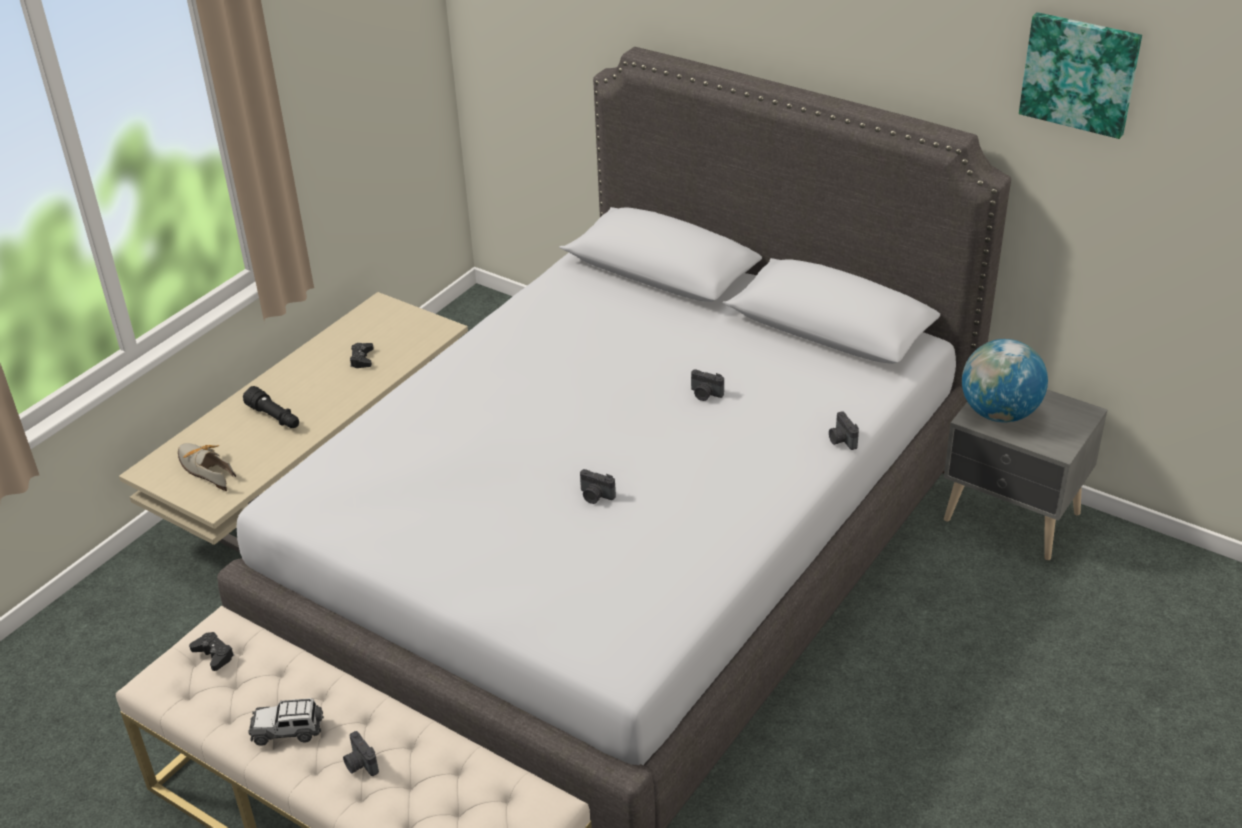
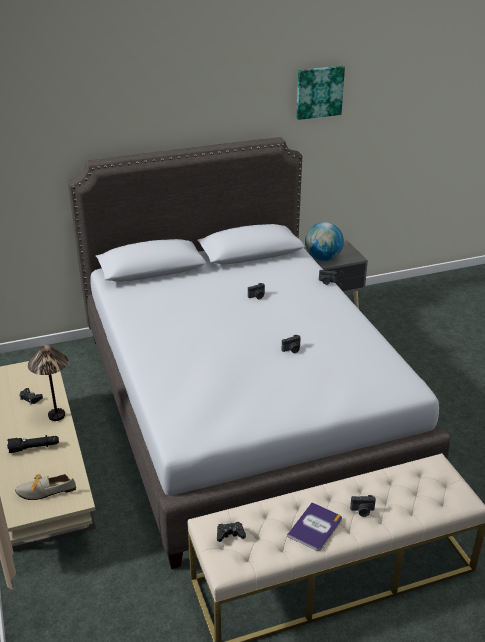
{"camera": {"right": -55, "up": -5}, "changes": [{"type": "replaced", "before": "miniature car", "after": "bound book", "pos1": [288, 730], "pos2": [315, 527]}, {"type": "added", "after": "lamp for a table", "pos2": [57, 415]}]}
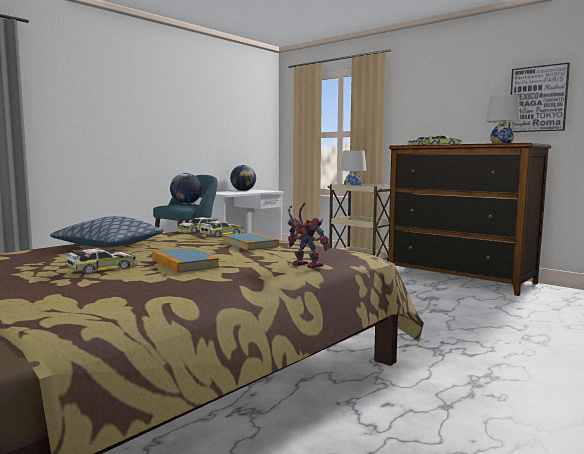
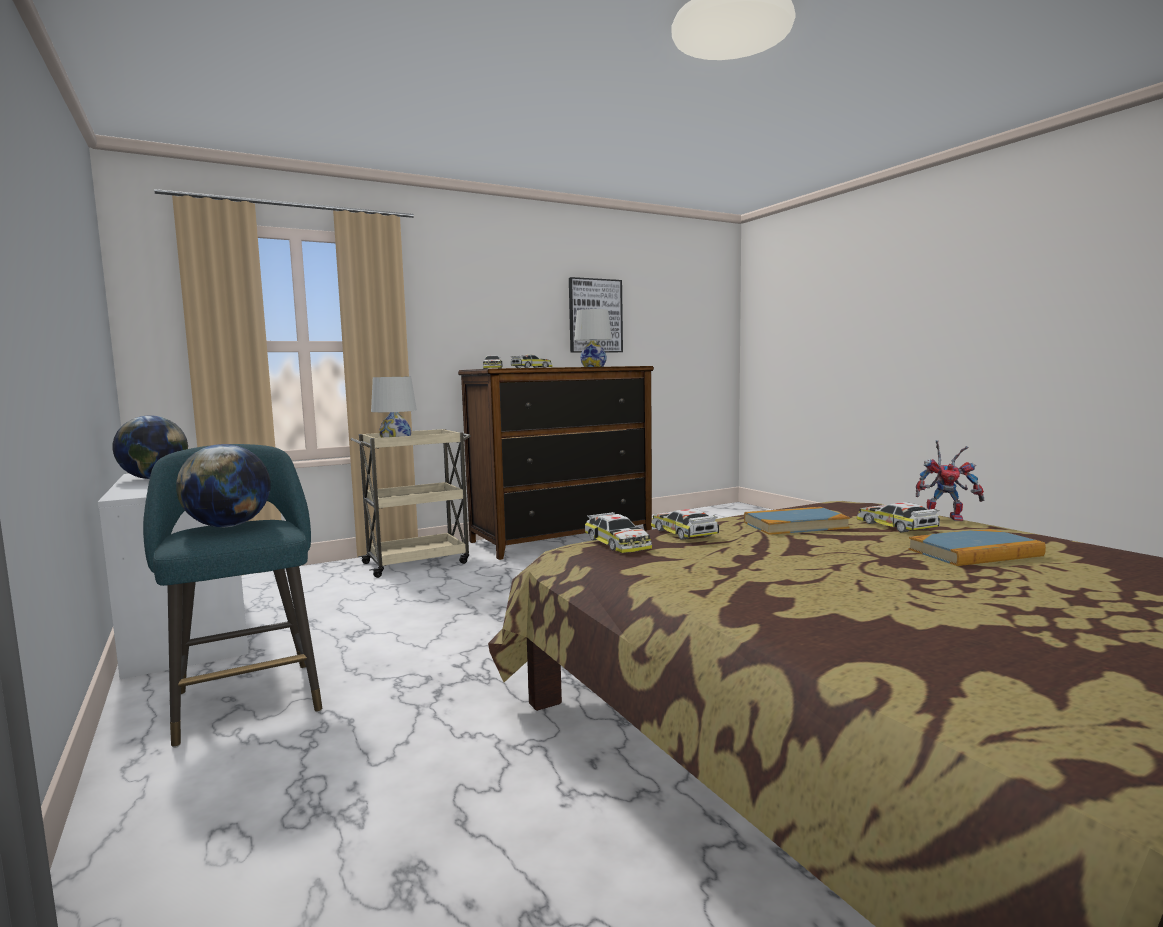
{"camera": {"right": -70, "up": 0}, "changes": [{"type": "turned", "before": "model robot", "pos1": [303, 265], "pos2": [946, 518], "turn": -135}, {"type": "removed", "before": "cushion", "pos1": [110, 245]}, {"type": "moved", "before": "miniature car", "pos1": [103, 269], "pos2": [895, 526]}]}
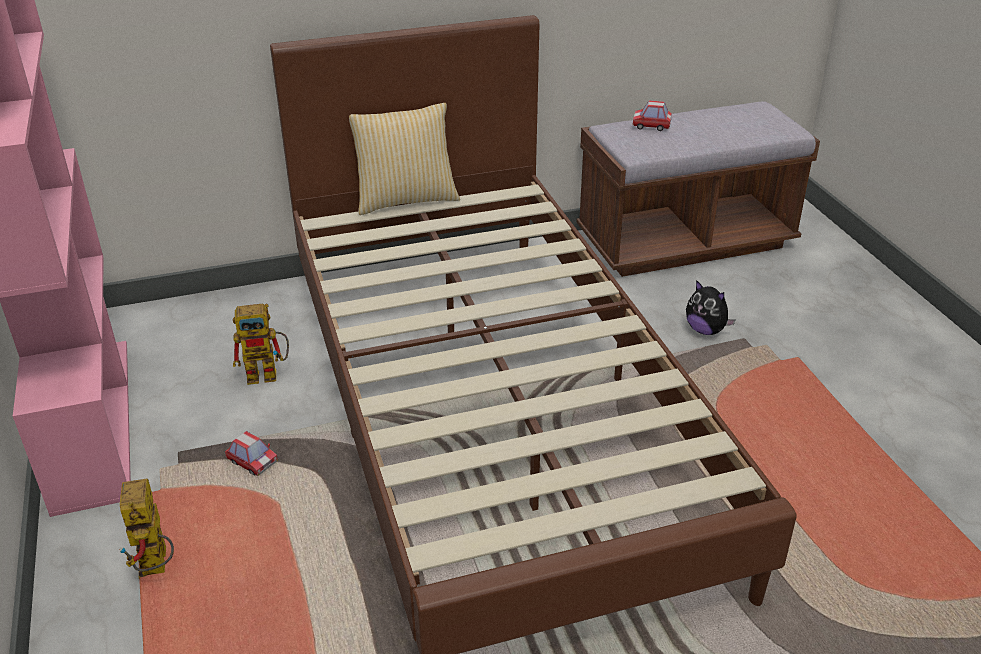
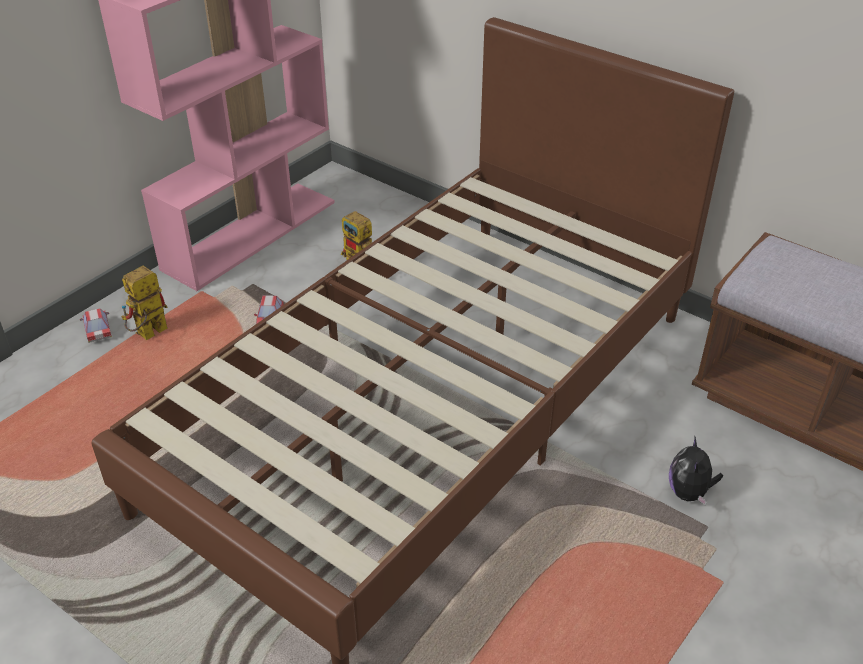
{"camera": {"right": 55, "up": 5}, "changes": [{"type": "moved", "before": "miniature car", "pos1": [651, 126], "pos2": [98, 331]}, {"type": "removed", "before": "cushion", "pos1": [405, 199]}]}
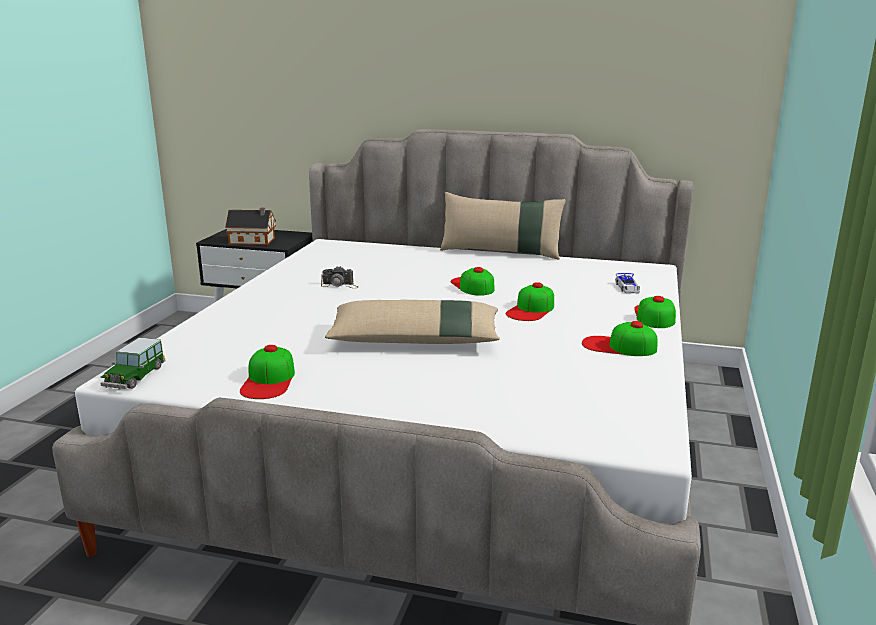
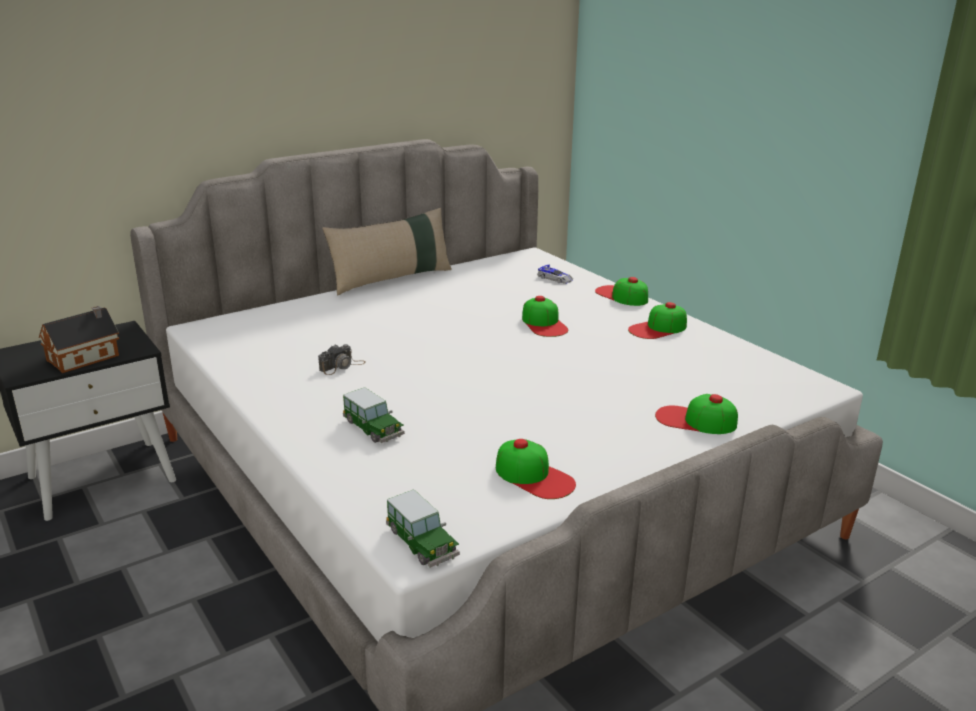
{"camera": {"right": -50, "up": 5}, "changes": [{"type": "moved", "before": "peaked cap", "pos1": [472, 286], "pos2": [695, 420]}, {"type": "removed", "before": "beige cushion", "pos1": [415, 339]}, {"type": "added", "after": "miniature car", "pos2": [373, 428]}]}
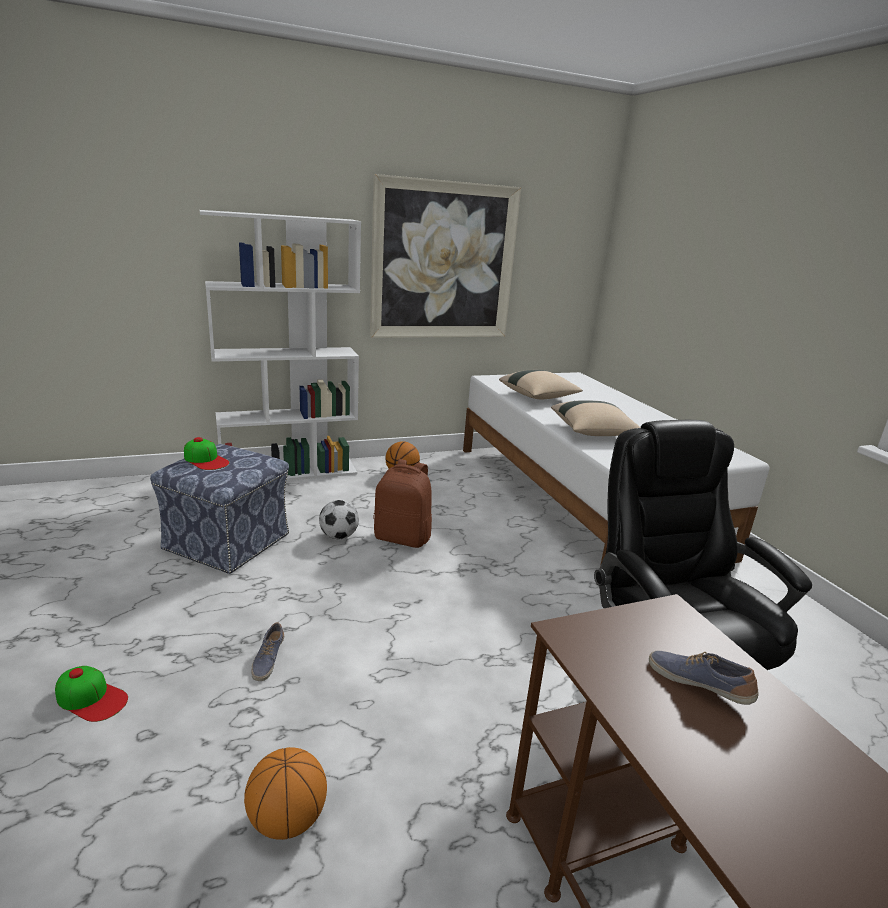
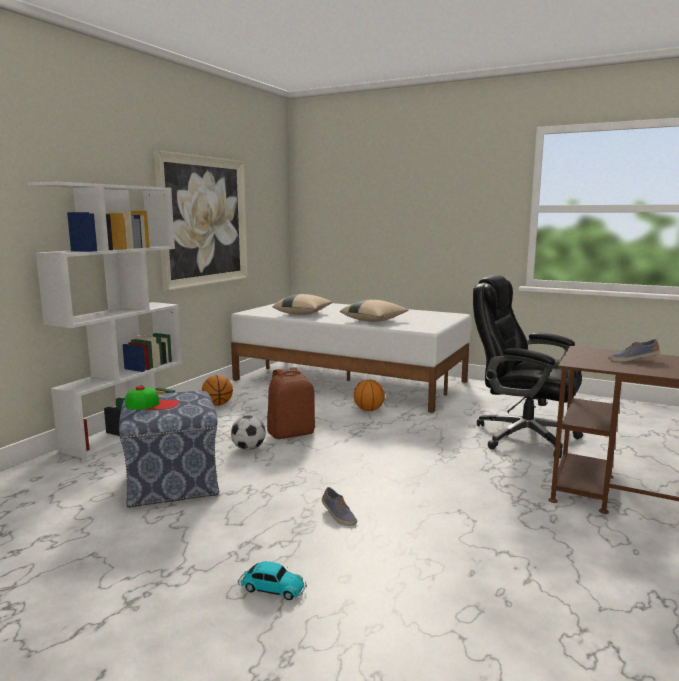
{"camera": {"right": -40, "up": -10}, "changes": [{"type": "replaced", "before": "peaked cap", "after": "miniature car", "pos1": [91, 698], "pos2": [271, 588]}, {"type": "moved", "before": "ball for basketball", "pos1": [287, 819], "pos2": [369, 410]}]}
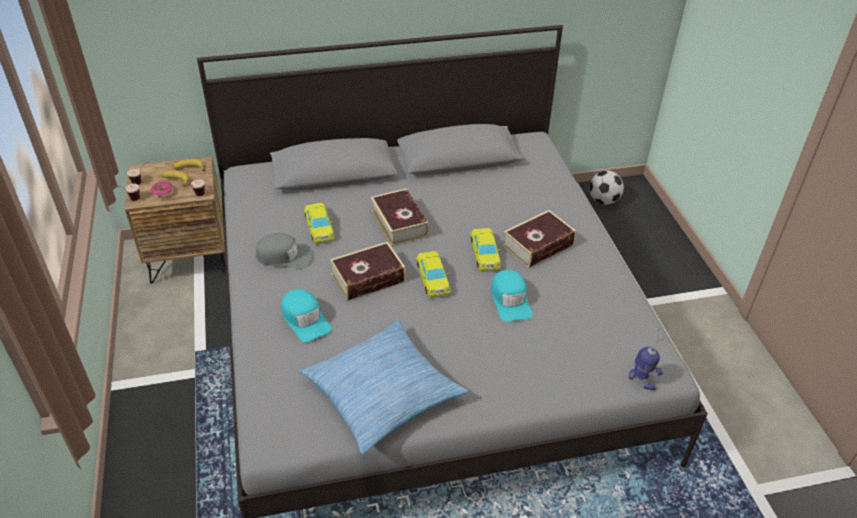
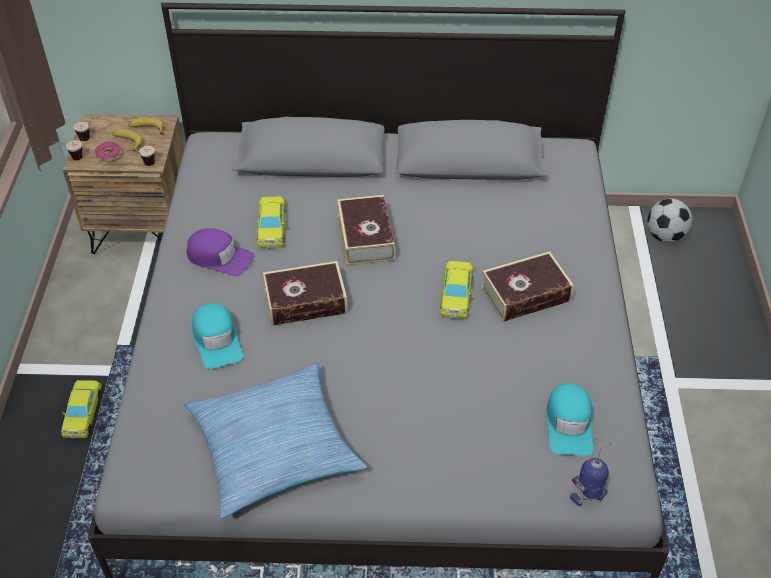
{"camera": {"right": 15, "up": 5}, "changes": [{"type": "recoloured", "before": "gray peaked cap", "after": "purple peaked cap", "pos1": [284, 256], "pos2": [219, 257]}, {"type": "moved", "before": "yellow-coloured miniature car", "pos1": [433, 278], "pos2": [82, 412]}, {"type": "moved", "before": "blue-green peaked cap", "pos1": [510, 300], "pos2": [569, 424]}, {"type": "turned", "before": "model robot", "pos1": [641, 381], "pos2": [589, 496], "turn": -75}]}
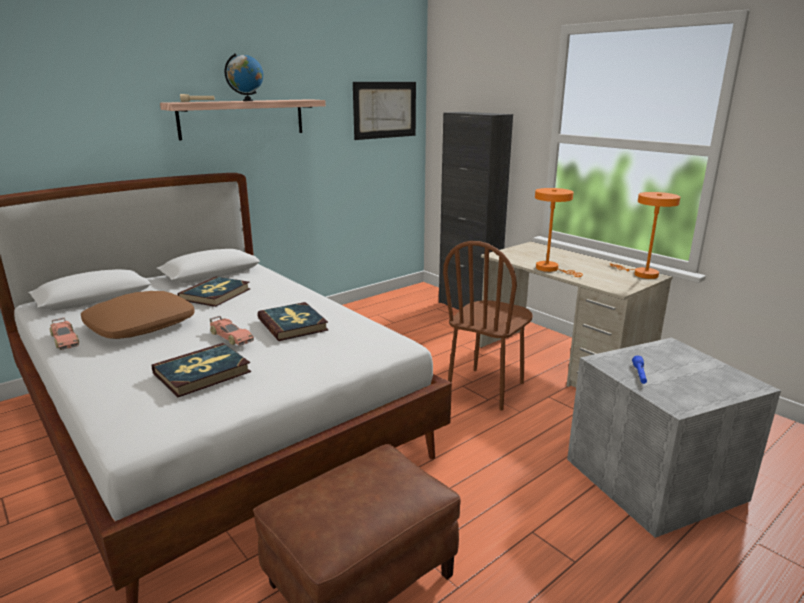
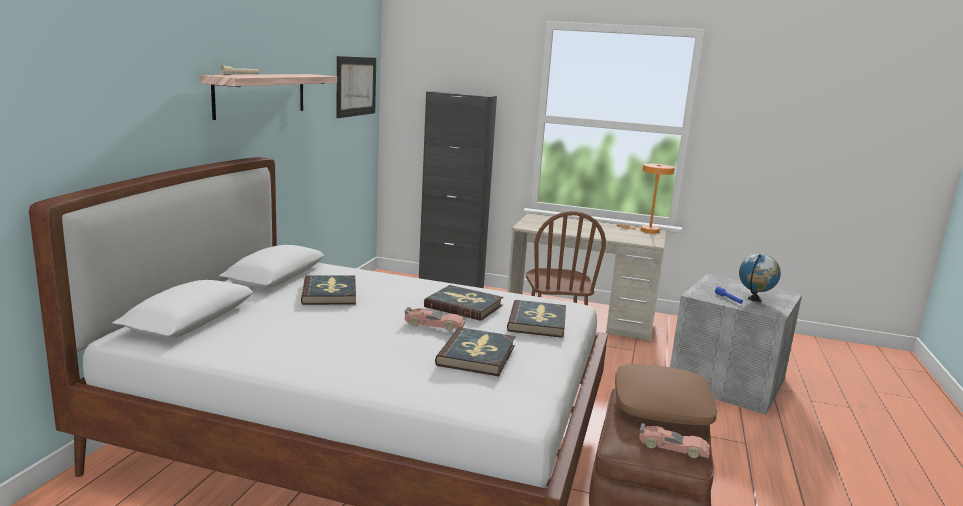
{"camera": {"right": -35, "up": -5}, "changes": [{"type": "moved", "before": "desk globe", "pos1": [247, 101], "pos2": [754, 299]}, {"type": "removed", "before": "orangey lamp for a table", "pos1": [550, 269]}, {"type": "moved", "before": "brownish cushion", "pos1": [141, 325], "pos2": [660, 406]}, {"type": "moved", "before": "miniature car", "pos1": [65, 340], "pos2": [672, 448]}, {"type": "added", "after": "bound book", "pos2": [537, 322]}]}
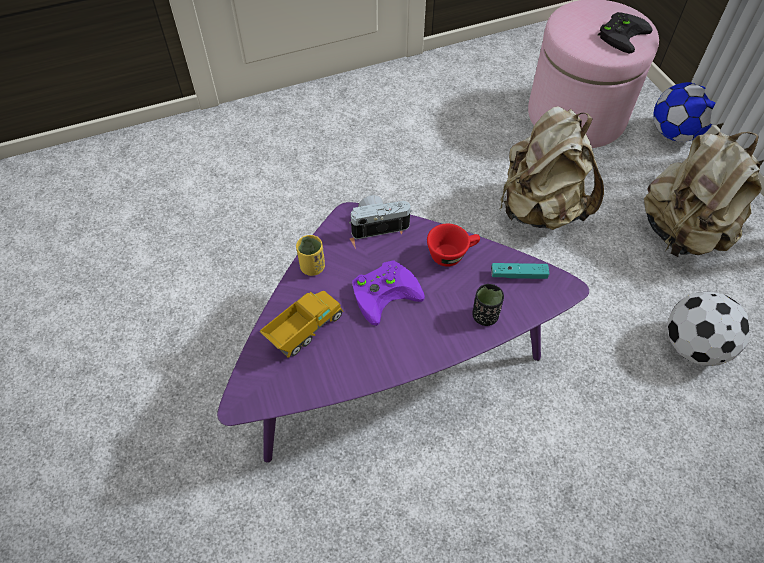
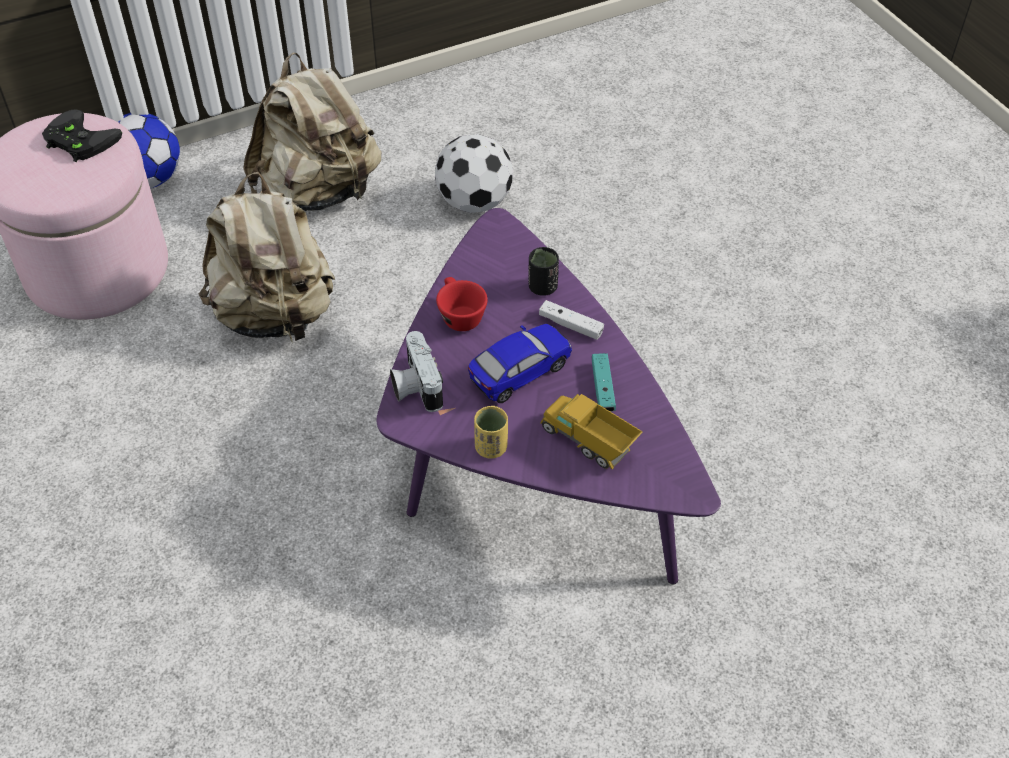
{"camera": {"right": -95, "up": -5}, "changes": [{"type": "replaced", "before": "purple gamepad", "after": "miniature car", "pos1": [386, 291], "pos2": [520, 373]}, {"type": "moved", "before": "blue-green gamepad", "pos1": [518, 275], "pos2": [602, 388]}, {"type": "added", "after": "white gamepad", "pos2": [570, 325]}]}
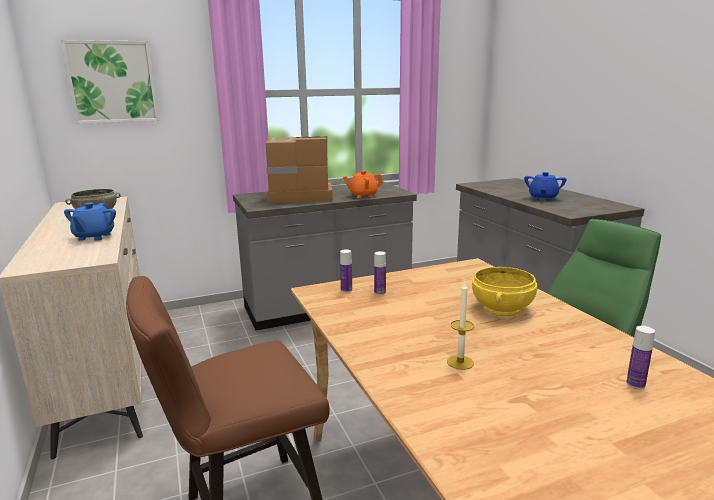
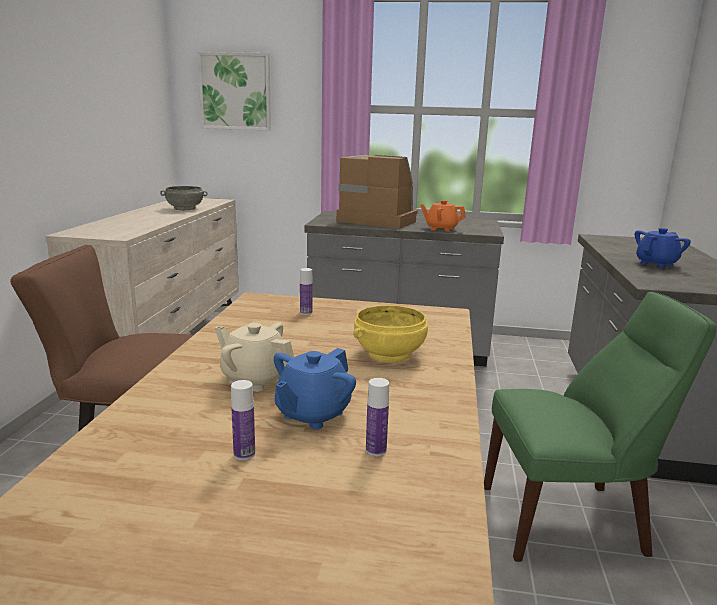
{"camera": {"right": 30, "up": 0}, "changes": [{"type": "moved", "before": "blue pot for tea", "pos1": [94, 237], "pos2": [312, 414]}, {"type": "moved", "before": "bottle", "pos1": [346, 290], "pos2": [244, 454]}, {"type": "replaced", "before": "candle", "after": "beige pot for tea", "pos1": [460, 362], "pos2": [255, 379]}]}
